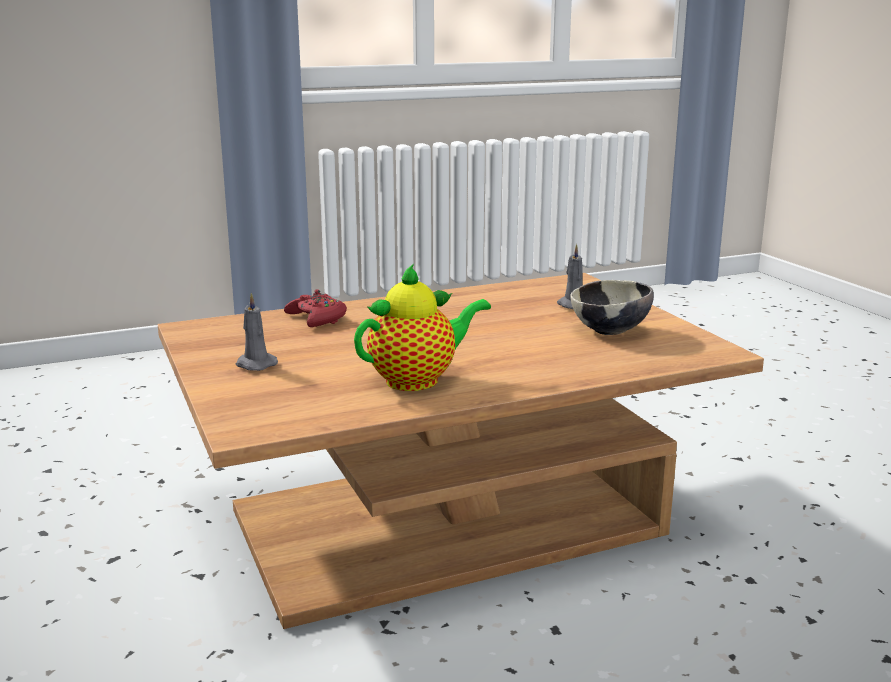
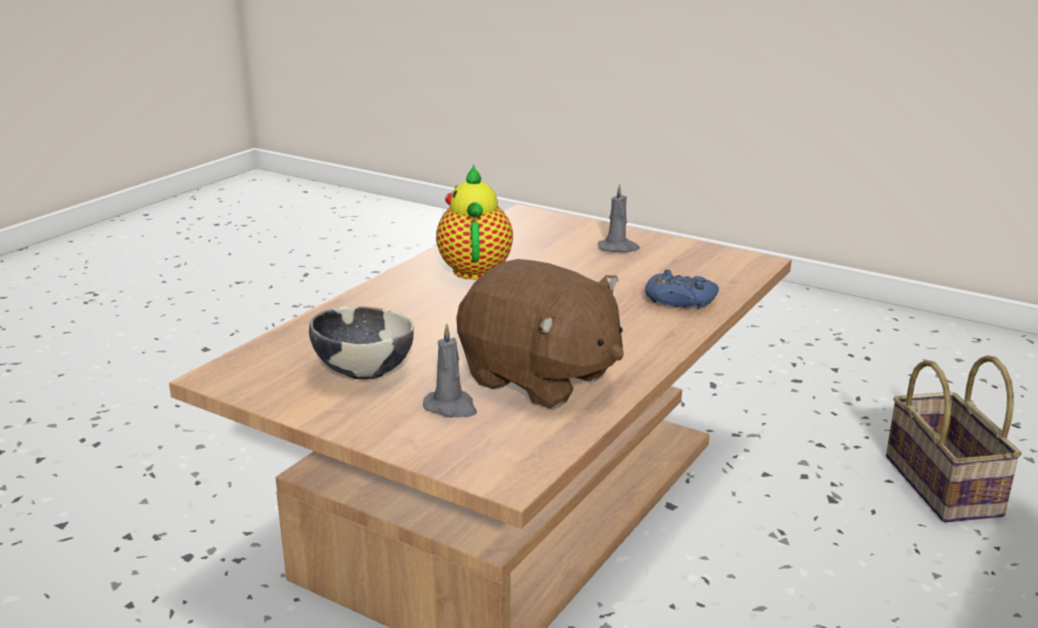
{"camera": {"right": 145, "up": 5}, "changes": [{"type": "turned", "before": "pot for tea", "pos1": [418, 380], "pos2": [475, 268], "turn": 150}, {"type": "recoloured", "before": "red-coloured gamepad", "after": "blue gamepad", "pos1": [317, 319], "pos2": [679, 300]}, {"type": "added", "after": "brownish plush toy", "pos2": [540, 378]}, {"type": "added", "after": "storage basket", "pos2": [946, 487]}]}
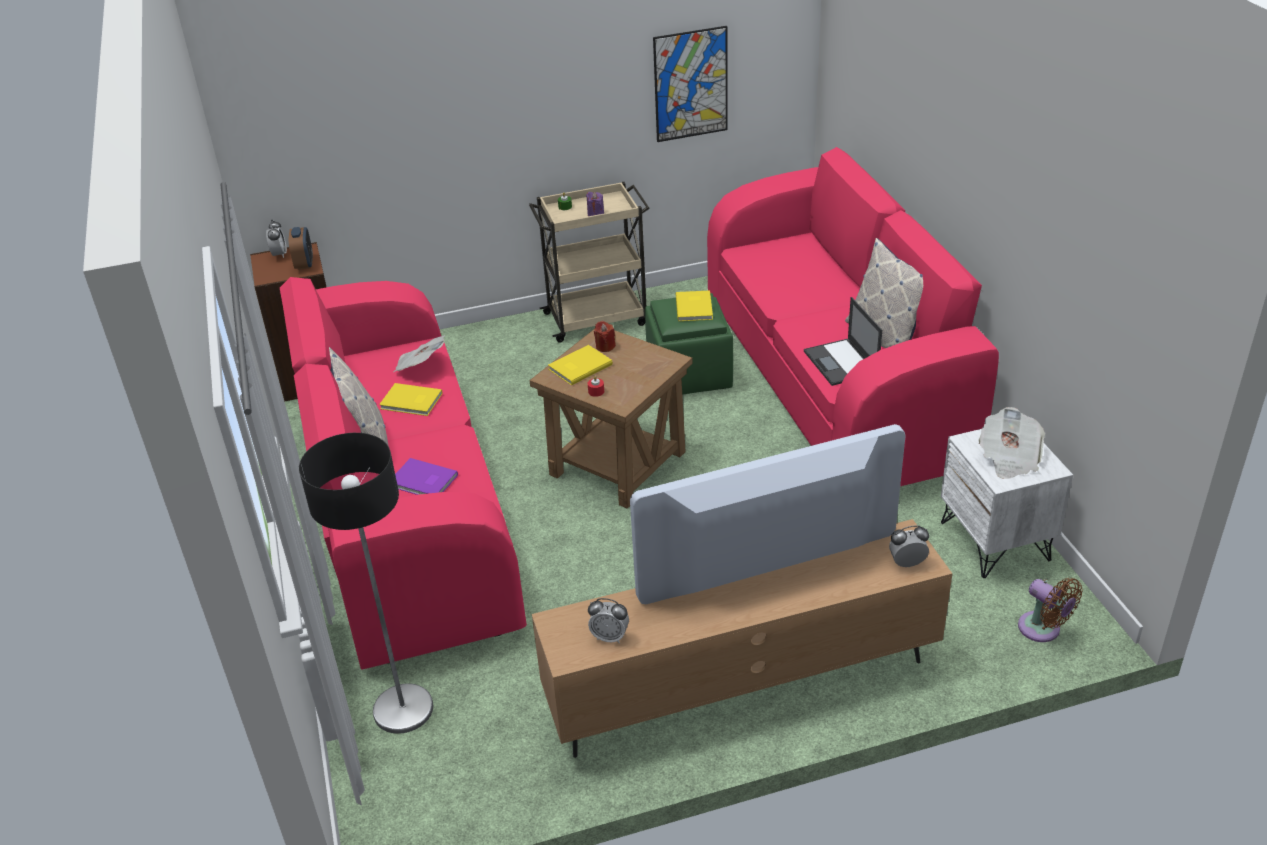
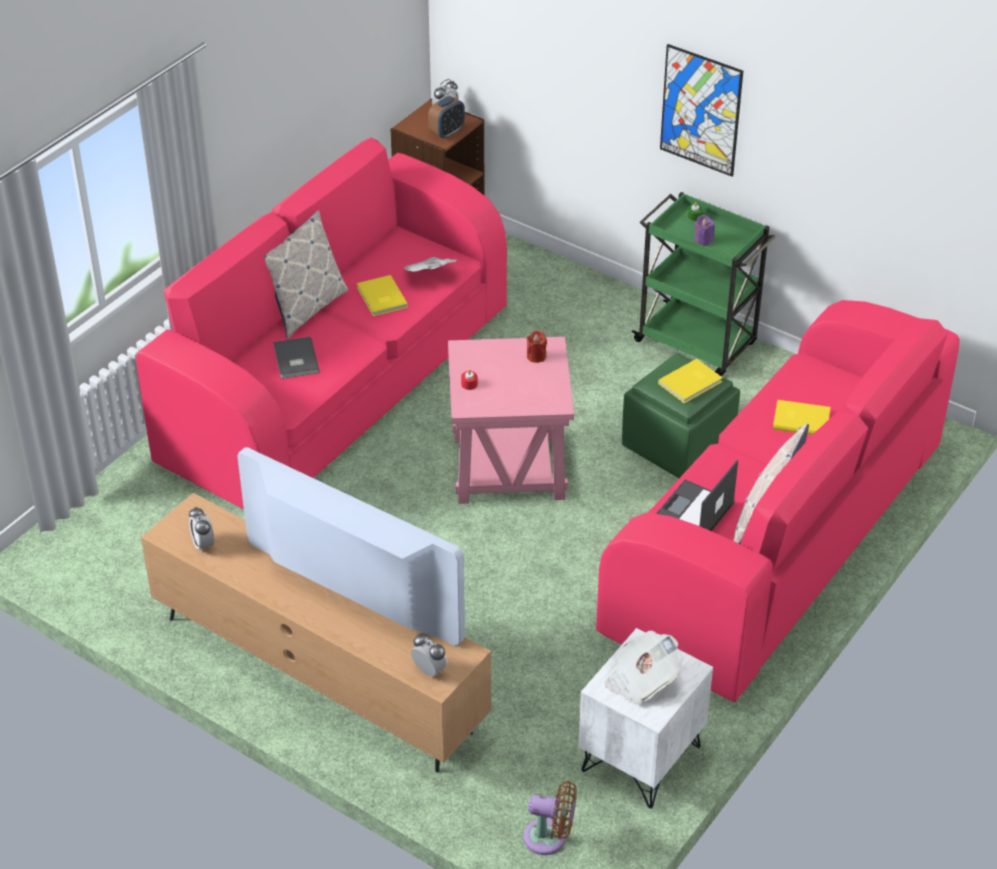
{"camera": {"right": 50, "up": 5}, "changes": [{"type": "moved", "before": "picture", "pos1": [691, 84], "pos2": [701, 110]}, {"type": "recoloured", "before": "beige cart", "after": "green cart", "pos1": [597, 318], "pos2": [697, 343]}, {"type": "recoloured", "before": "brownish accent table", "after": "pinkish accent table", "pos1": [617, 462], "pos2": [509, 466]}, {"type": "moved", "before": "yellow-coloured bound book", "pos1": [578, 366], "pos2": [800, 419]}, {"type": "removed", "before": "floor lamp", "pos1": [402, 709]}, {"type": "recoloured", "before": "purple bound book", "after": "gray bound book", "pos1": [423, 482], "pos2": [295, 360]}, {"type": "turned", "before": "brownish fan", "pos1": [1043, 630], "pos2": [550, 838], "turn": -90}]}
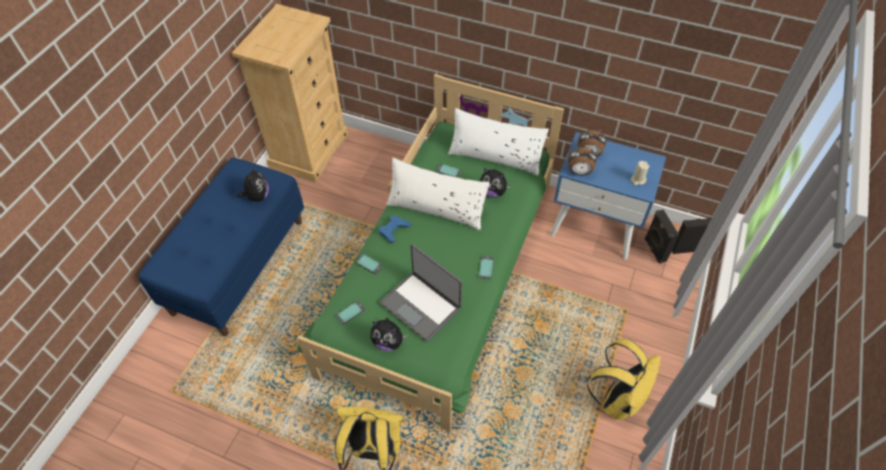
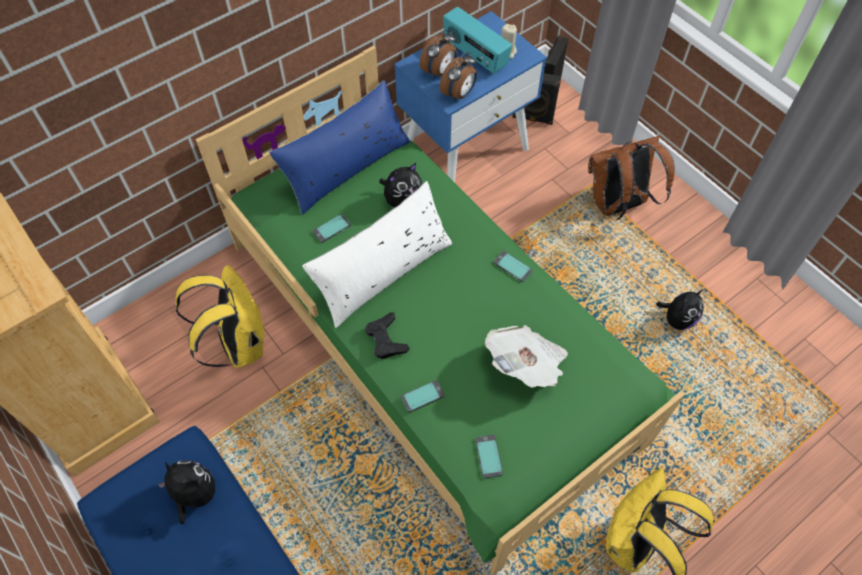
{"camera": {"right": -60, "up": 5}, "changes": [{"type": "recoloured", "before": "white cushion", "after": "blue cushion", "pos1": [495, 156], "pos2": [346, 167]}, {"type": "recoloured", "before": "blue gamepad", "after": "blackish gamepad", "pos1": [394, 230], "pos2": [386, 339]}, {"type": "replaced", "before": "notebook computer", "after": "printed paper", "pos1": [421, 305], "pos2": [526, 364]}, {"type": "moved", "before": "plush toy", "pos1": [388, 342], "pos2": [677, 319]}, {"type": "moved", "before": "yellow-coloured backpack", "pos1": [617, 398], "pos2": [238, 344]}, {"type": "added", "after": "radio receiver", "pos2": [475, 56]}, {"type": "added", "after": "brownish backpack", "pos2": [618, 206]}]}
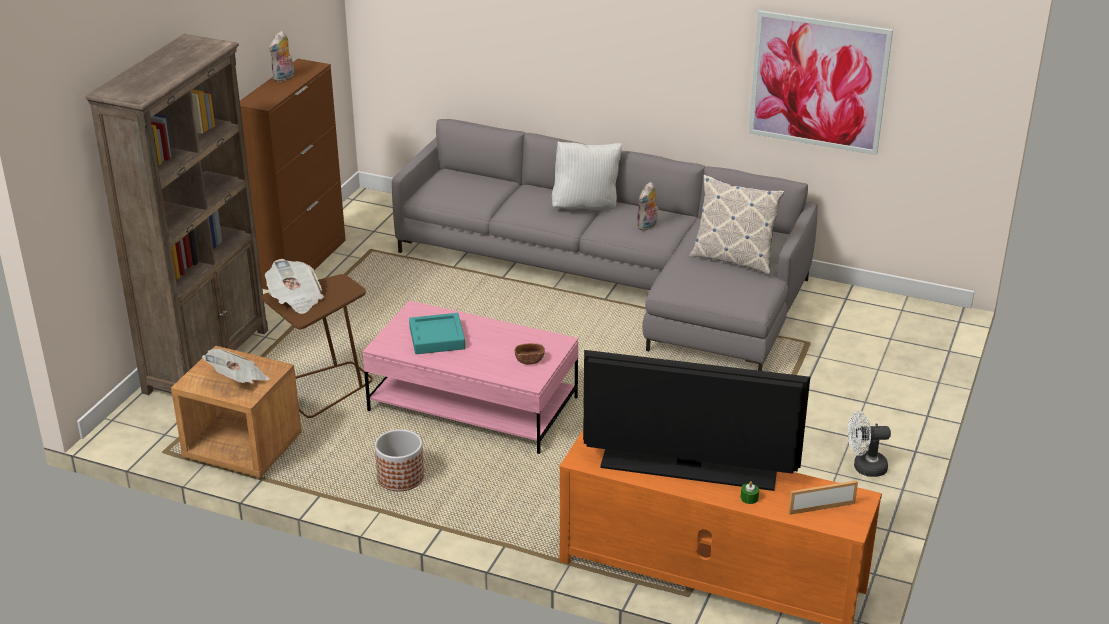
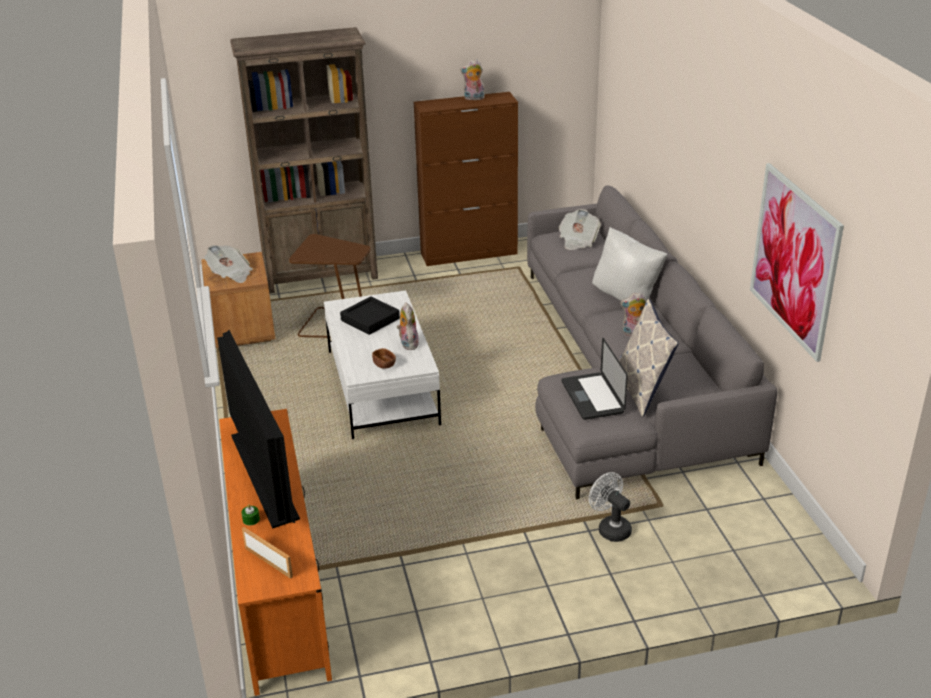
{"camera": {"right": 55, "up": 0}, "changes": [{"type": "moved", "before": "printed paper", "pos1": [295, 299], "pos2": [578, 241]}, {"type": "recoloured", "before": "pinkish low table", "after": "white low table", "pos1": [473, 404], "pos2": [382, 387]}, {"type": "recoloured", "before": "blue-green carrying tray", "after": "blackish carrying tray", "pos1": [437, 338], "pos2": [370, 319]}, {"type": "moved", "before": "white fan", "pos1": [864, 467], "pos2": [610, 528]}, {"type": "removed", "before": "flower pot", "pos1": [400, 477]}, {"type": "added", "after": "plush toy", "pos2": [408, 343]}, {"type": "added", "after": "notebook computer", "pos2": [592, 397]}]}
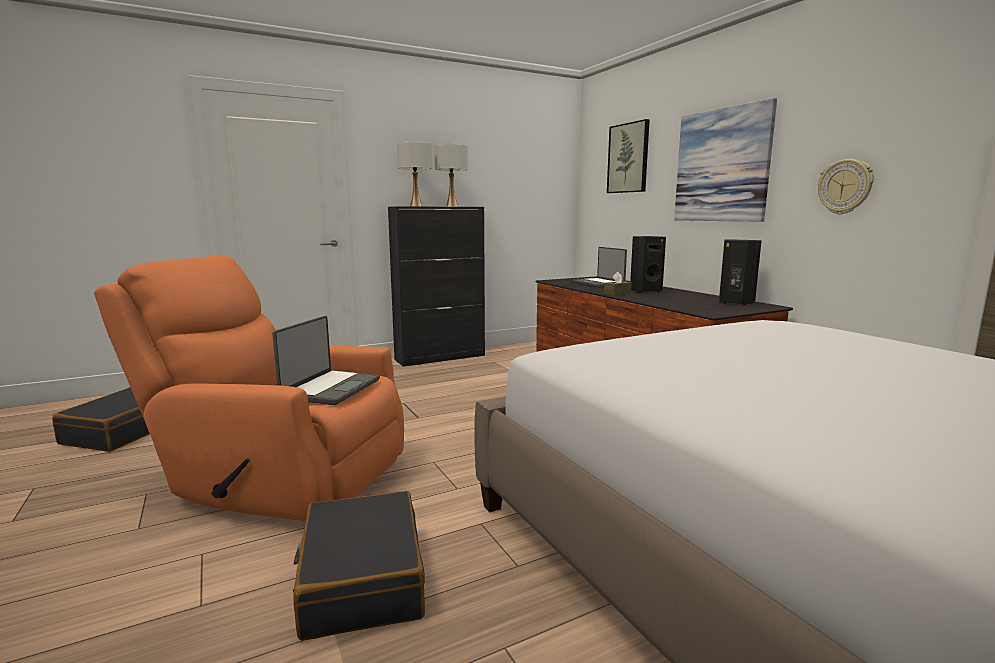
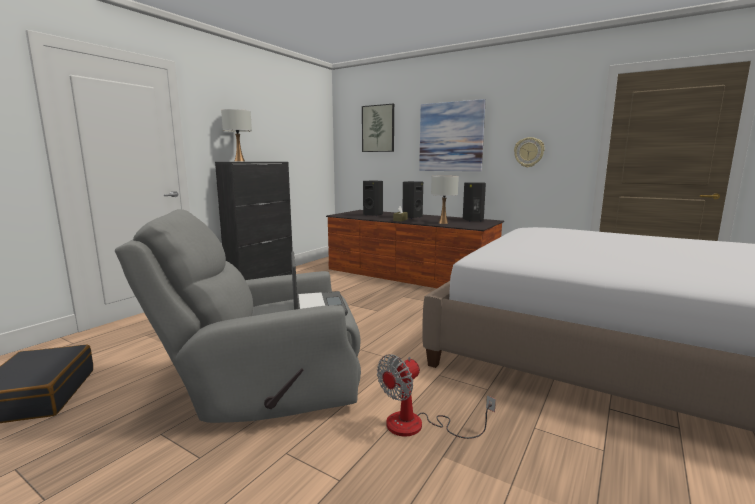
{"camera": {"right": -30, "up": 0}, "changes": [{"type": "moved", "before": "white lamp for a table", "pos1": [452, 206], "pos2": [443, 223]}, {"type": "replaced", "before": "notebook computer", "after": "blackish loudspeaker", "pos1": [598, 284], "pos2": [373, 215]}, {"type": "recoloured", "before": "orangey easy chair", "after": "gray easy chair", "pos1": [278, 477], "pos2": [263, 389]}, {"type": "replaced", "before": "blackish piece of luggage", "after": "fan", "pos1": [361, 579], "pos2": [418, 426]}]}
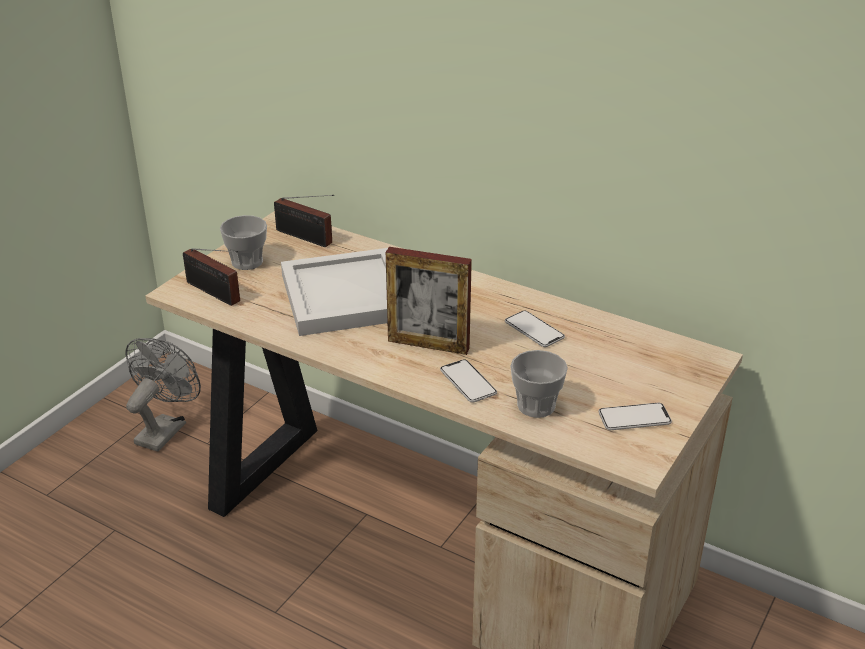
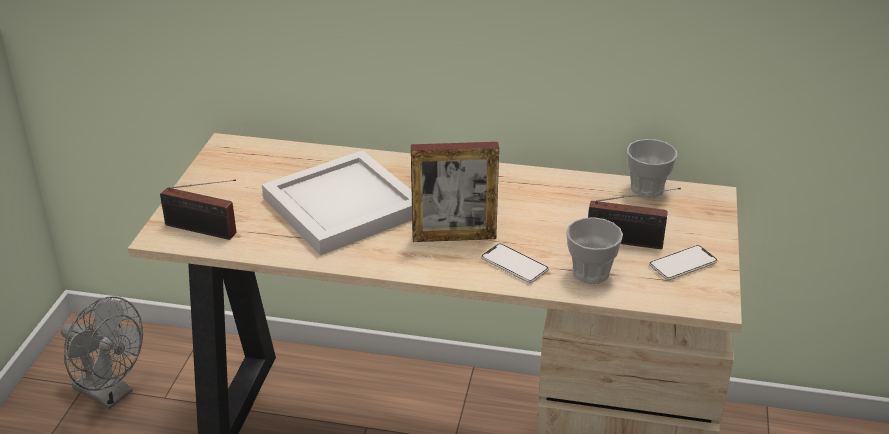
{"camera": {"right": -20, "up": 0}, "changes": [{"type": "moved", "before": "radio receiver", "pos1": [306, 238], "pos2": [629, 242]}, {"type": "moved", "before": "cup", "pos1": [247, 262], "pos2": [647, 189]}, {"type": "removed", "before": "phone", "pos1": [534, 330]}, {"type": "turned", "before": "gray fan", "pos1": [165, 429], "pos2": [110, 394], "turn": 120}]}
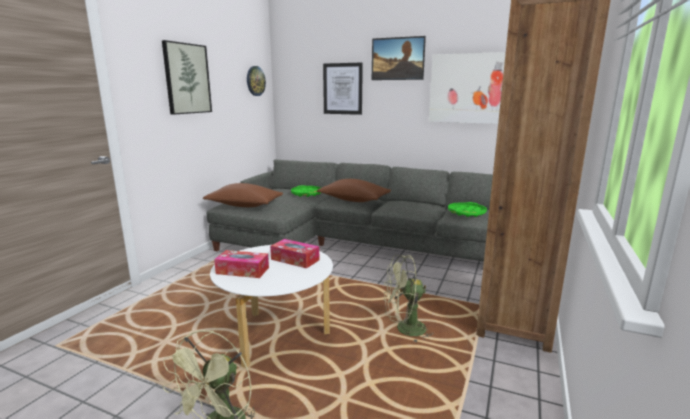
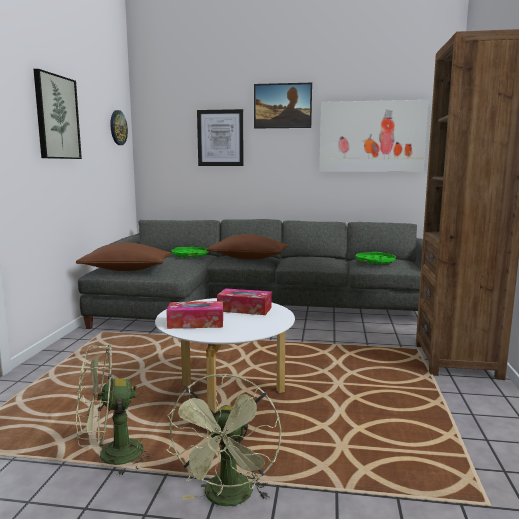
{"camera": {"right": -15, "up": -5}, "changes": [{"type": "moved", "before": "green fan", "pos1": [404, 330], "pos2": [111, 456]}]}
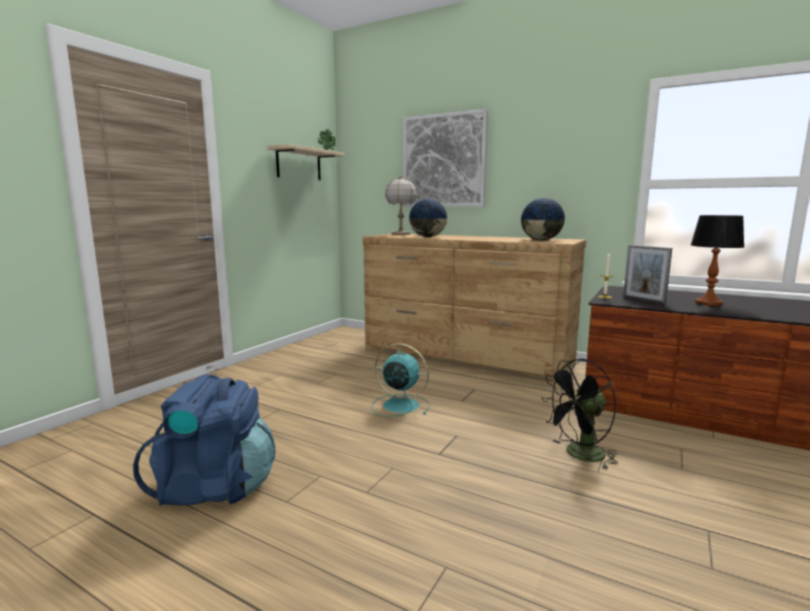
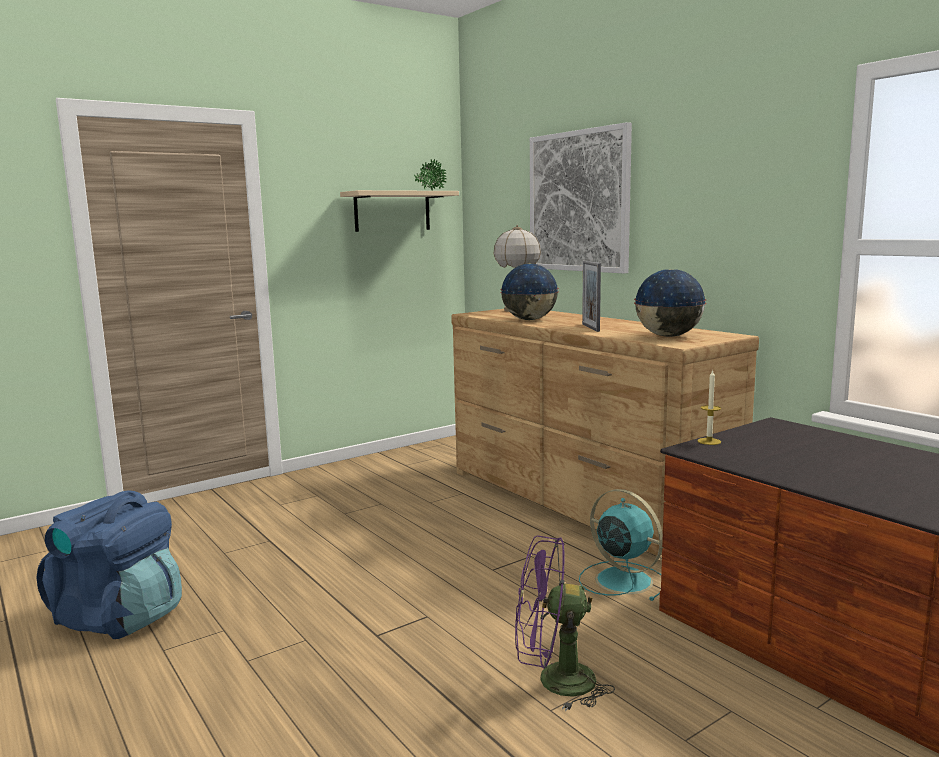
{"camera": {"right": 25, "up": 0}, "changes": [{"type": "removed", "before": "lamp for a table", "pos1": [708, 303]}, {"type": "moved", "before": "standing frame", "pos1": [643, 299], "pos2": [590, 327]}, {"type": "moved", "before": "blue-green fan", "pos1": [399, 405], "pos2": [621, 580]}, {"type": "recoloured", "before": "blackish fan", "after": "purple fan", "pos1": [579, 455], "pos2": [554, 682]}]}
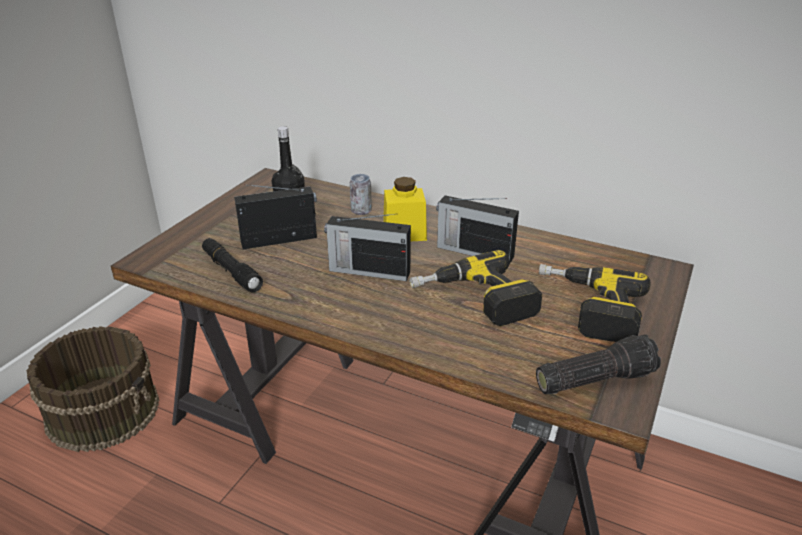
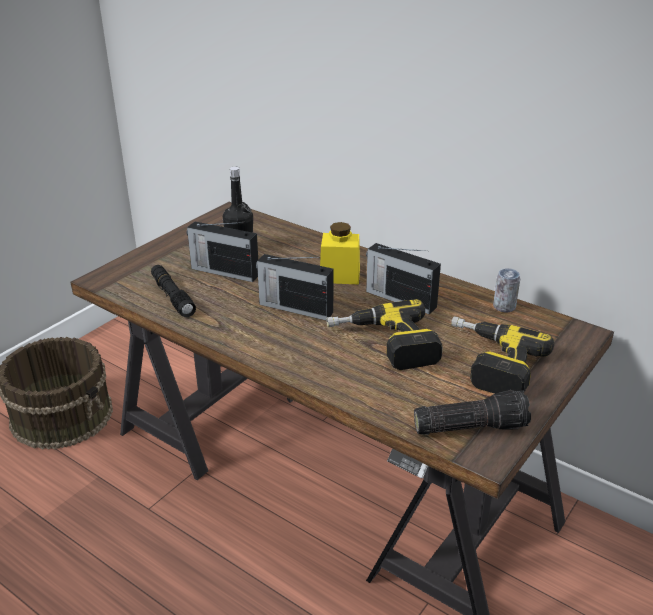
{"camera": {"right": 10, "up": 0}, "changes": [{"type": "moved", "before": "can", "pos1": [361, 210], "pos2": [504, 307]}, {"type": "turned", "before": "radio receiver", "pos1": [280, 239], "pos2": [224, 271], "turn": -150}]}
